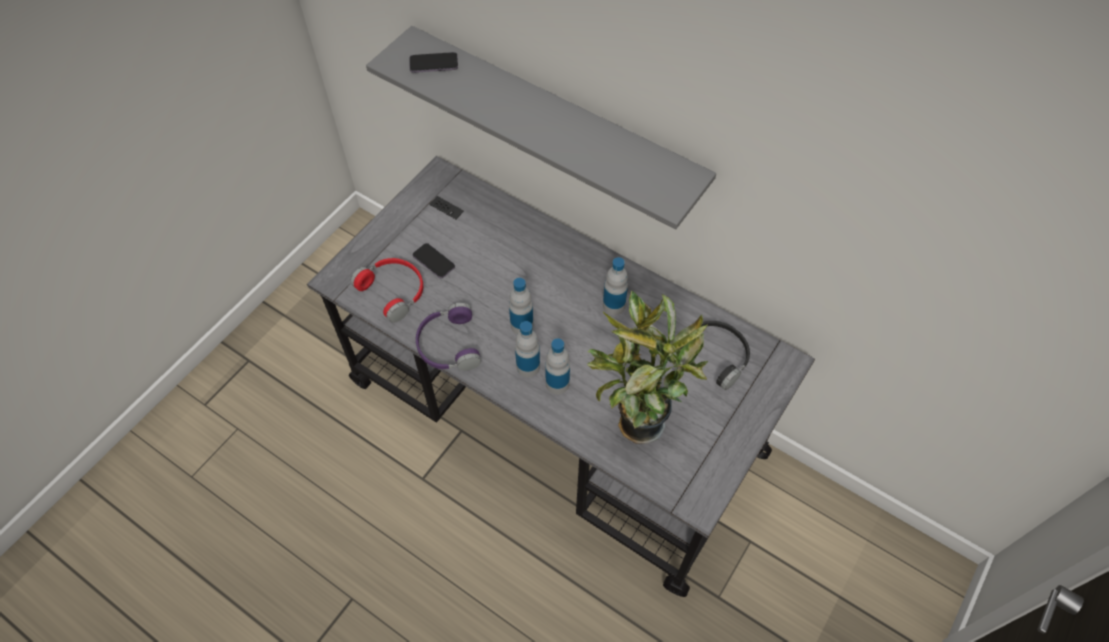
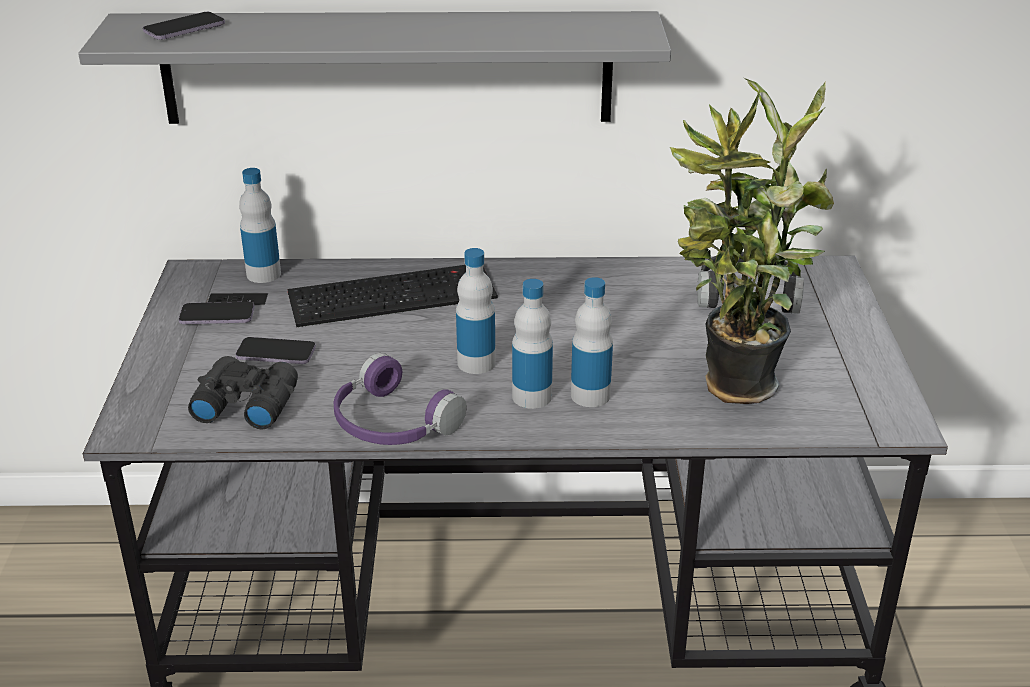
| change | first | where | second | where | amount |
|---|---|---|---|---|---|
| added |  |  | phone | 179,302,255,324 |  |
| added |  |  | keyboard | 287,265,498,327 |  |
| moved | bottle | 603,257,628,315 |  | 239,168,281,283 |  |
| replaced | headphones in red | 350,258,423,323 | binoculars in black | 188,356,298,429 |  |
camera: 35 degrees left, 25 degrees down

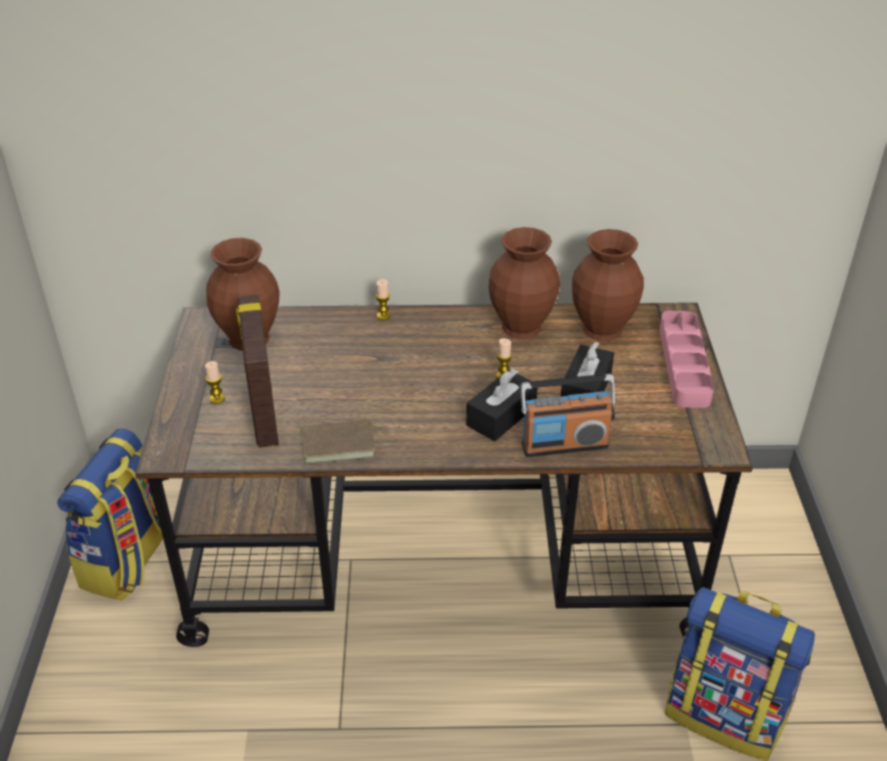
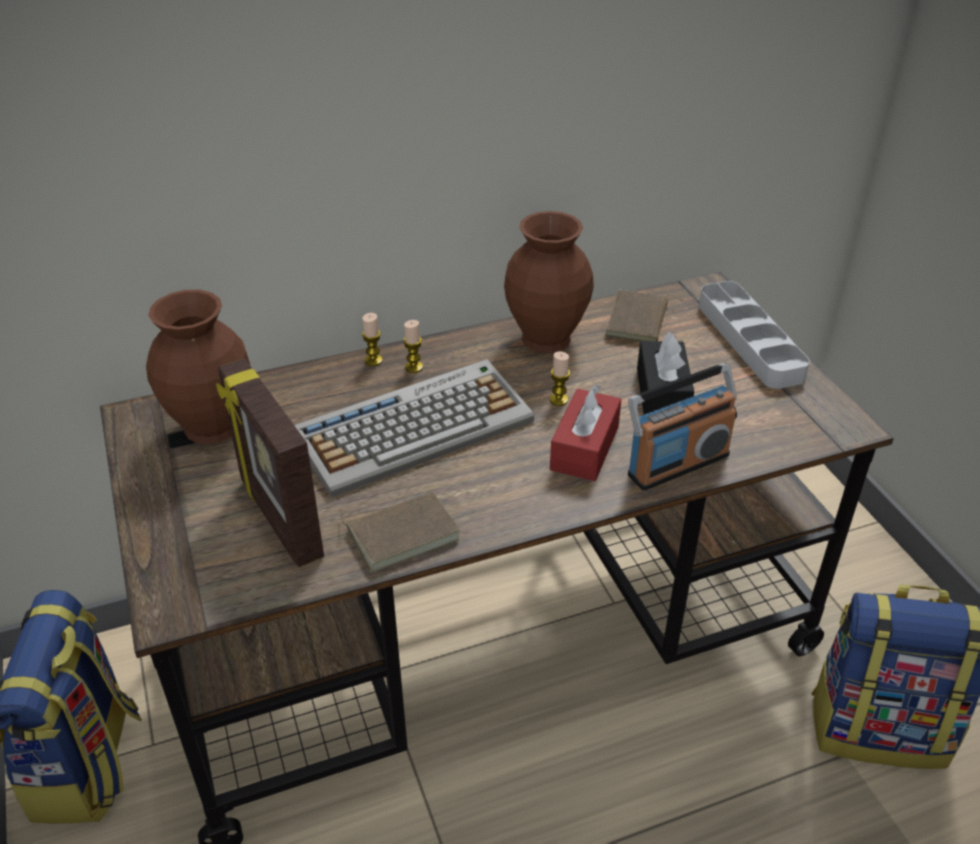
| change | first | where | second | where | amount |
|---|---|---|---|---|---|
| added |  |  | keyboard | 294,359,534,498 |  |
| moved | candle | 205,361,225,404 |  | 403,320,423,373 |  |
| replaced | vase in brown | 572,229,644,341 | book in brown | 605,290,684,342 |  |
| recoloured | tissue box in black | 466,369,538,441 | tissue box in red | 550,384,621,481 |  |
| recoloured | tray in pink | 659,311,714,408 | tray in grey | 699,281,810,389 |  |
camera: 20 degrees left, 0 degrees up

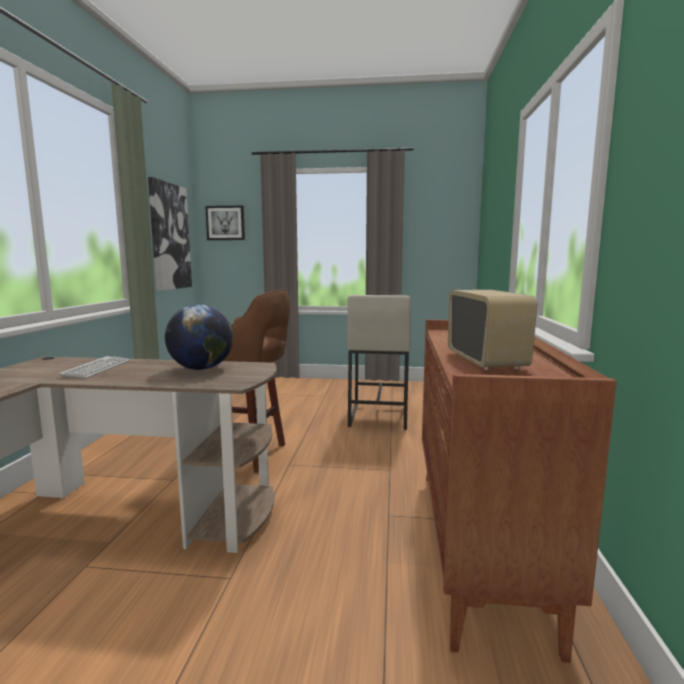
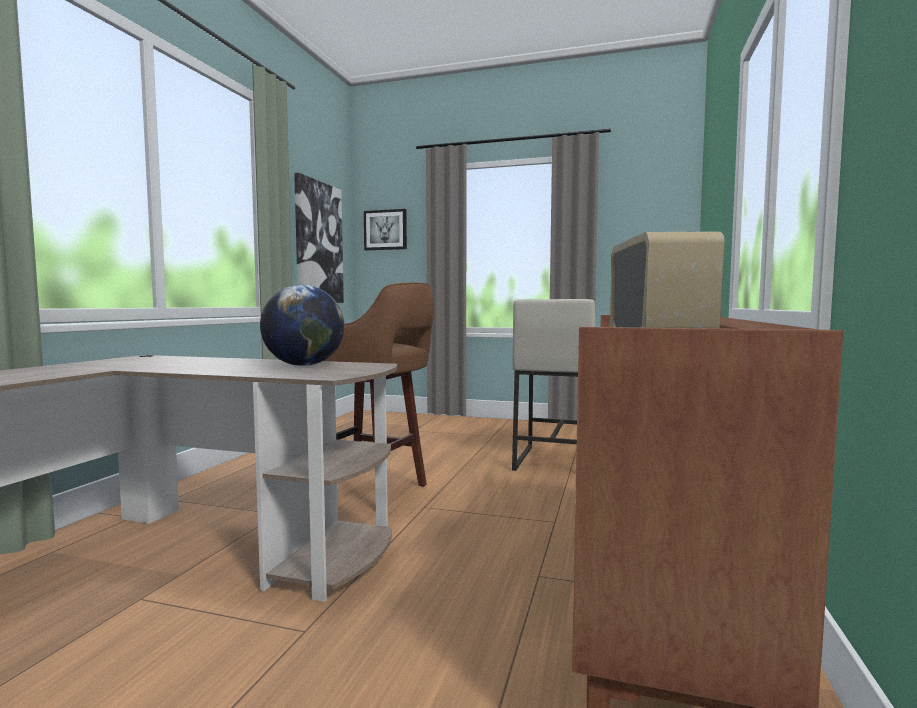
| change | first | where | second | where | amount |
|---|---|---|---|---|---|
| removed | keyboard | 59,356,130,378 |  |  |  |
camera: 10 degrees right, 5 degrees down

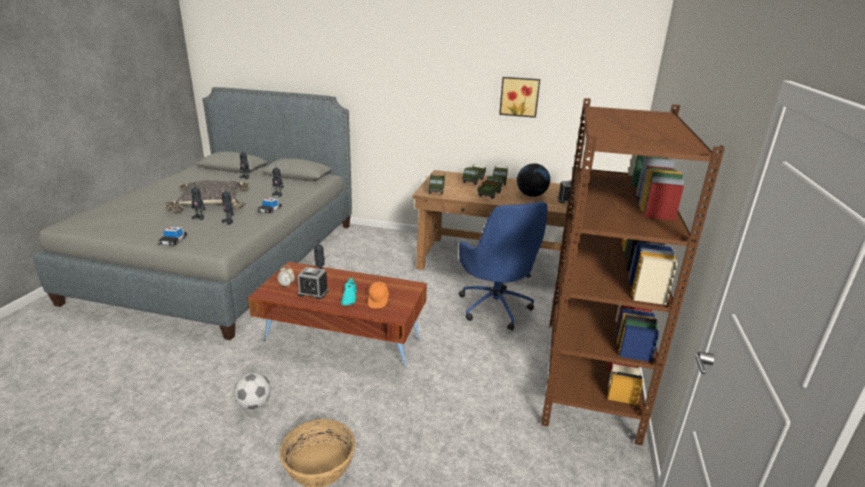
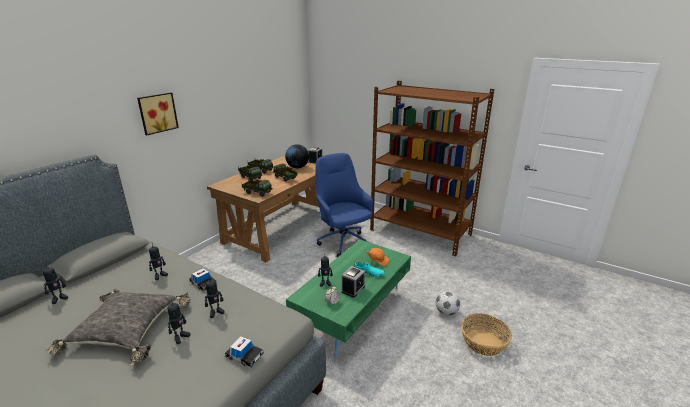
| change | first | where | second | where | amount |
|---|---|---|---|---|---|
| moved | football | 234,373,271,409 |  | 436,291,460,316 |  |
| moved | picture | 499,77,540,118 |  | 137,92,179,136 |  |
| recoloured | coffee table in brown | 248,262,427,369 | coffee table in green | 286,240,411,364 |  |
| turned | office chair in blue | 459,202,547,331 |  | 315,153,373,257 | 120 degrees counterclockwise |
camera: 70 degrees left, 0 degrees up

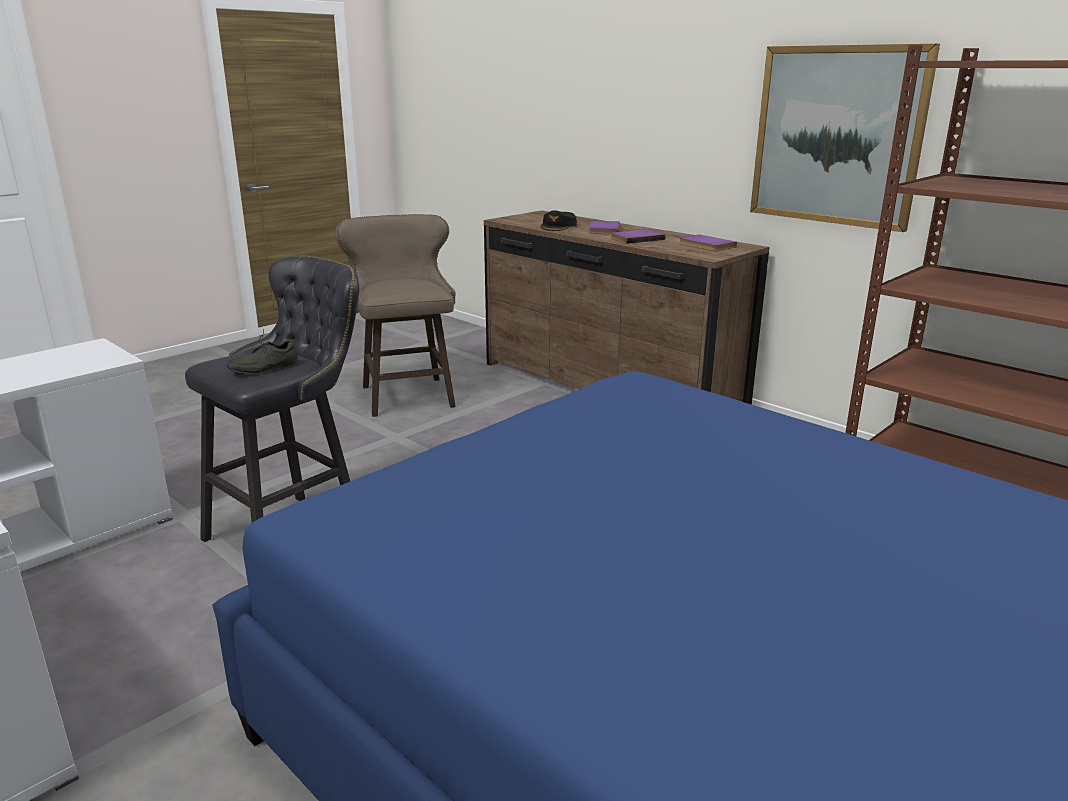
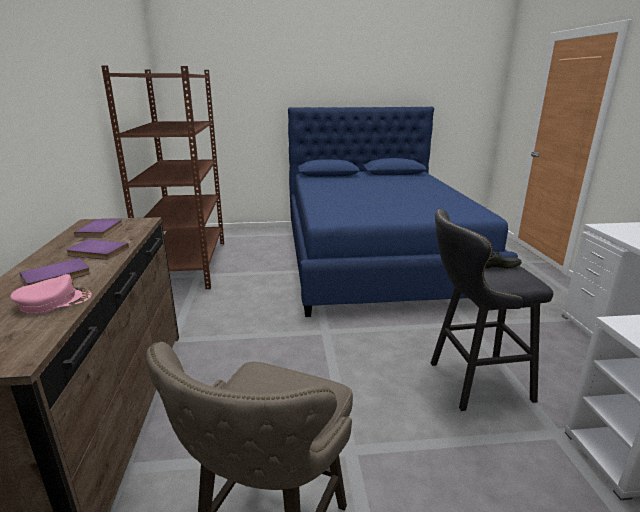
| change | first | where | second | where | amount |
|---|---|---|---|---|---|
| removed | picture | 750,44,940,232 |  |  |  |
| recoloured | cap in black | 541,210,577,231 | cap in pink | 10,274,92,314 |  |
camera: 140 degrees left, 0 degrees up

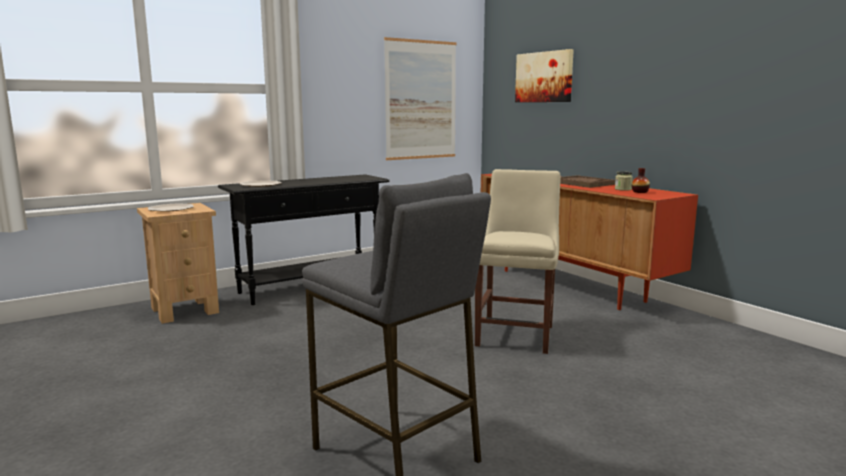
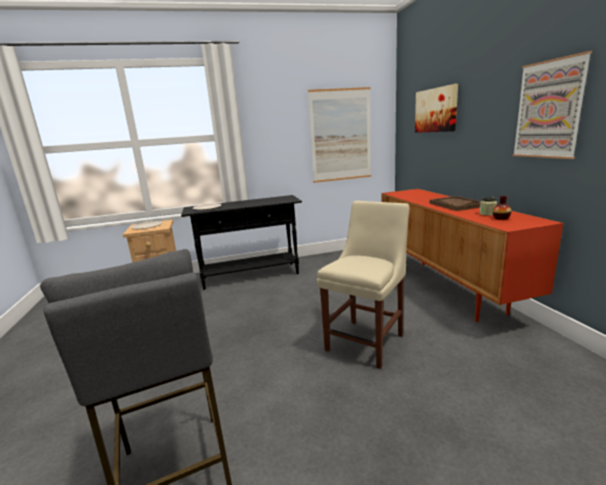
| change | first | where | second | where | amount |
|---|---|---|---|---|---|
| added |  |  | picture | 512,51,592,159 |  |
camera: 20 degrees right, 5 degrees up

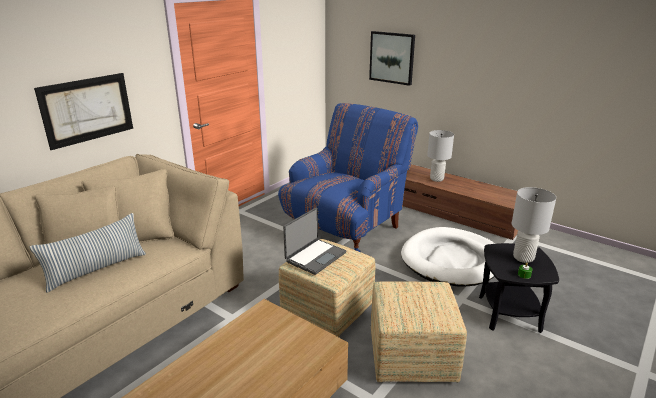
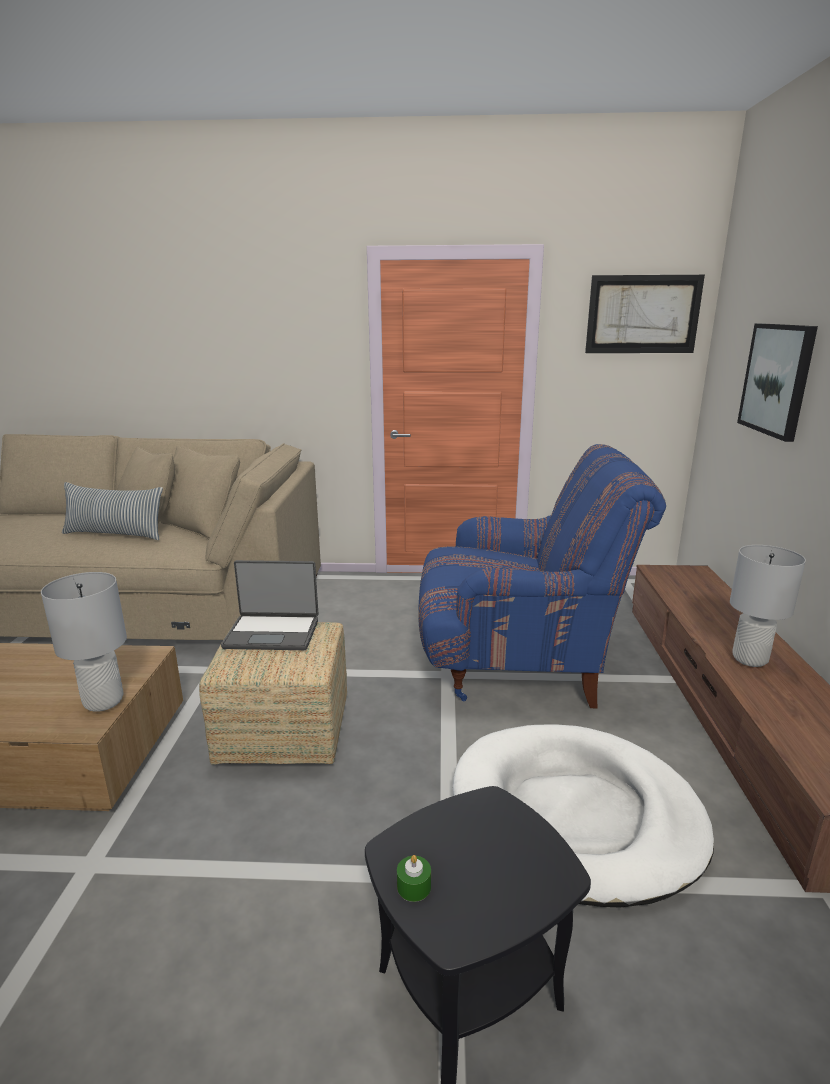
| change | first | where | second | where | amount |
|---|---|---|---|---|---|
| removed | ottoman | 371,282,467,383 |  |  |  |
| moved | picture | 34,73,133,150 |  | 585,275,705,353 |  |
| moved | table lamp in grey | 512,187,556,263 |  | 41,572,127,712 |  |
camera: 55 degrees right, 5 degrees down

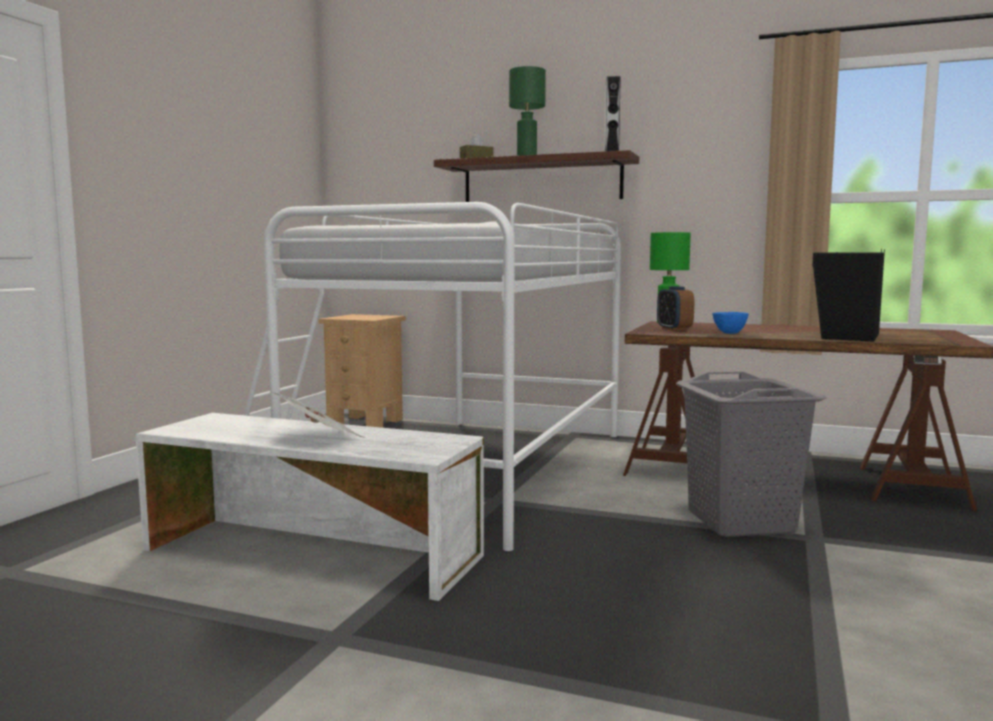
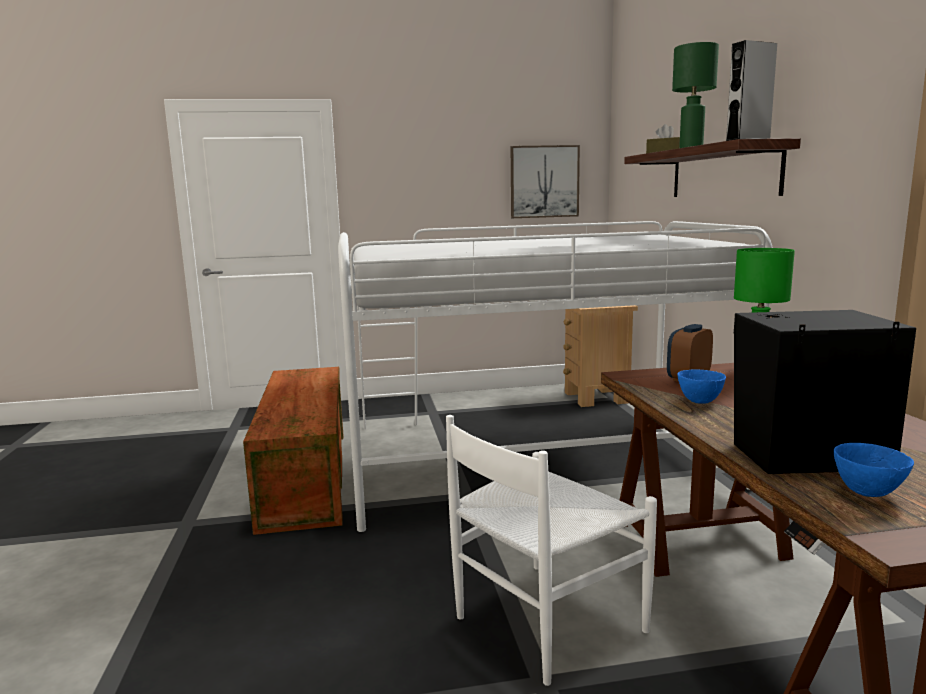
| change | first | where | second | where | amount |
|---|---|---|---|---|---|
| removed | newspaper | 271,392,367,438 |  |  |  |
| added |  |  | picture | 511,145,580,218 |  |
| added |  |  | bowl in blue | 834,443,914,497 |  |
| replaced | laundry basket in grey | 676,372,827,537 | chair in white | 446,415,657,686 |  |
| recoloured | bench in white | 135,413,484,601 | bench in brown | 243,367,343,535 |  |
camera: 60 degrees right, 5 degrees up

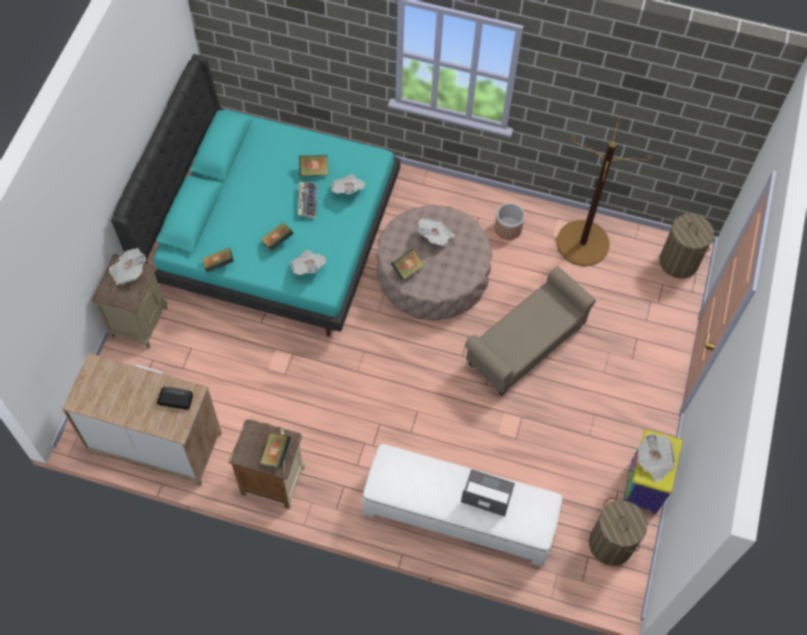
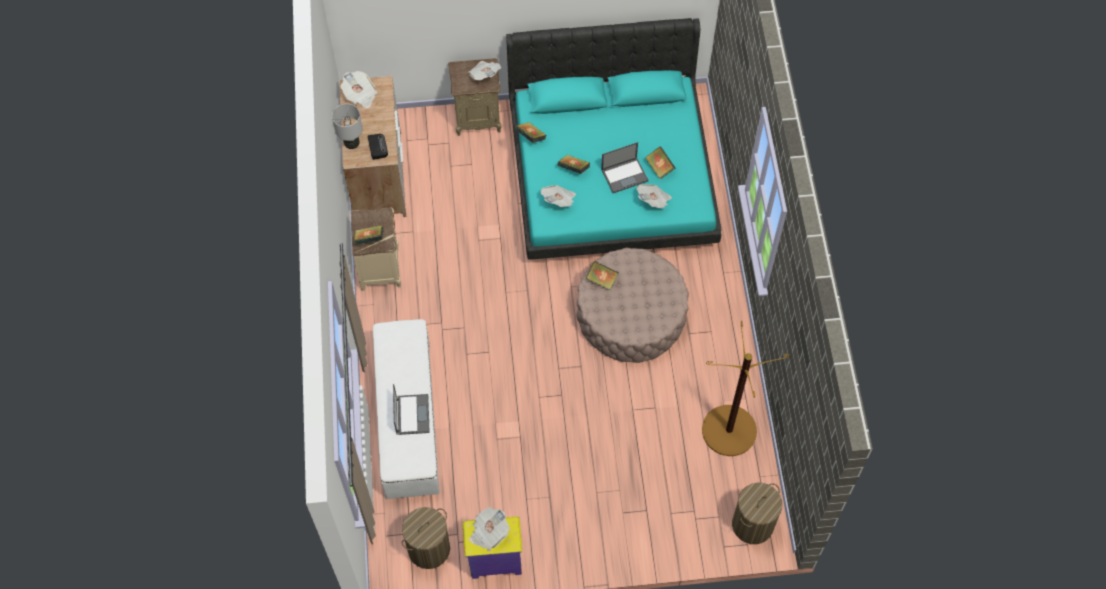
| change | first | where | second | where | amount |
|---|---|---|---|---|---|
| removed | ottoman in beige | 465,266,596,395 |  |  |  |
| removed | planter | 495,203,525,240 |  |  |  |
| added |  |  | table lamp in grey | 332,104,363,149 |  |
| moved | newspaper | 418,218,455,246 |  | 341,71,378,108 |  |
| replaced | keyboard | 298,181,317,219 | laptop | 601,142,649,193 |  |
camera: 70 degrees right, 0 degrees up

